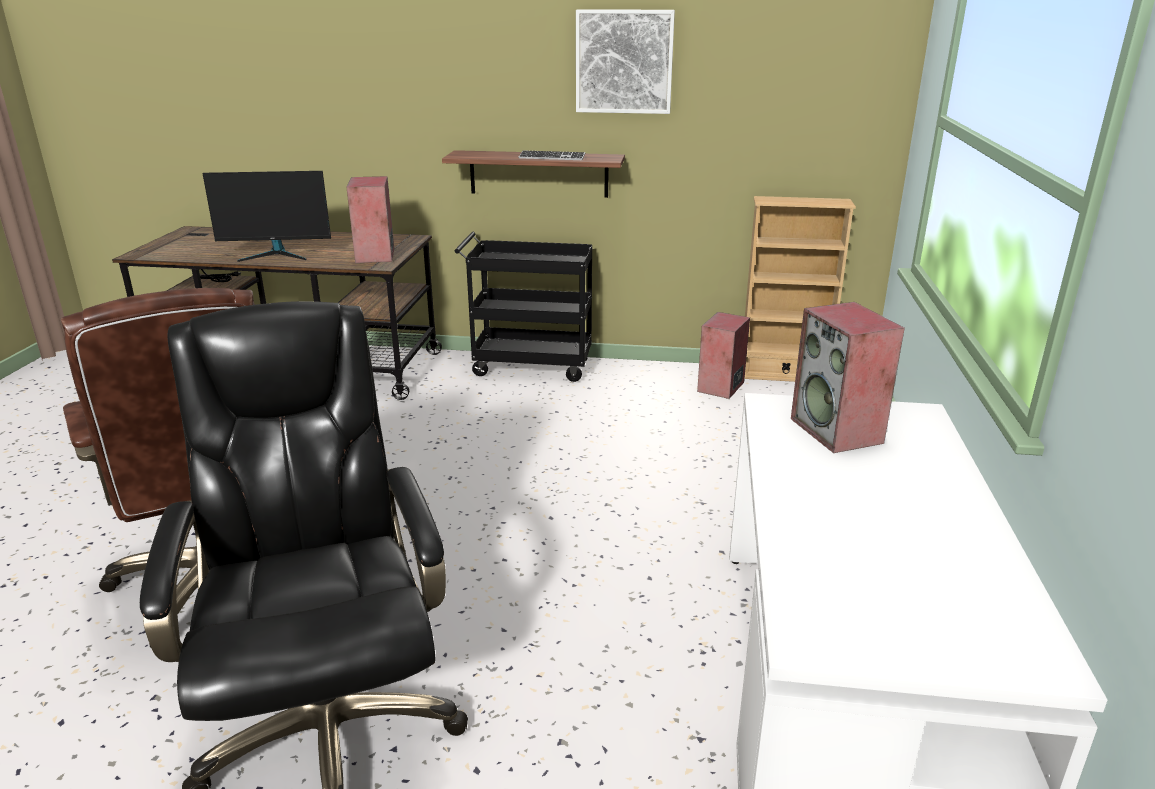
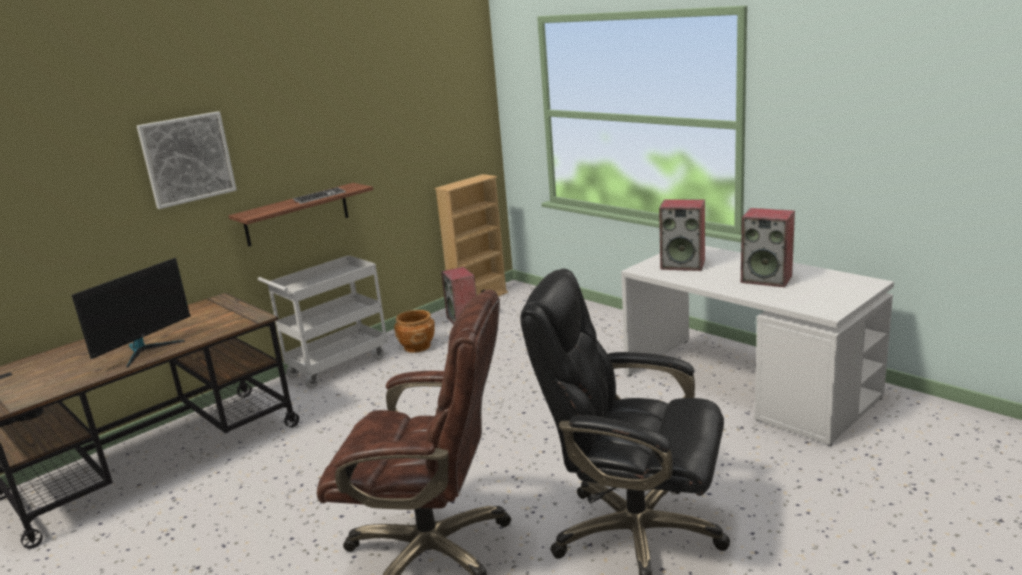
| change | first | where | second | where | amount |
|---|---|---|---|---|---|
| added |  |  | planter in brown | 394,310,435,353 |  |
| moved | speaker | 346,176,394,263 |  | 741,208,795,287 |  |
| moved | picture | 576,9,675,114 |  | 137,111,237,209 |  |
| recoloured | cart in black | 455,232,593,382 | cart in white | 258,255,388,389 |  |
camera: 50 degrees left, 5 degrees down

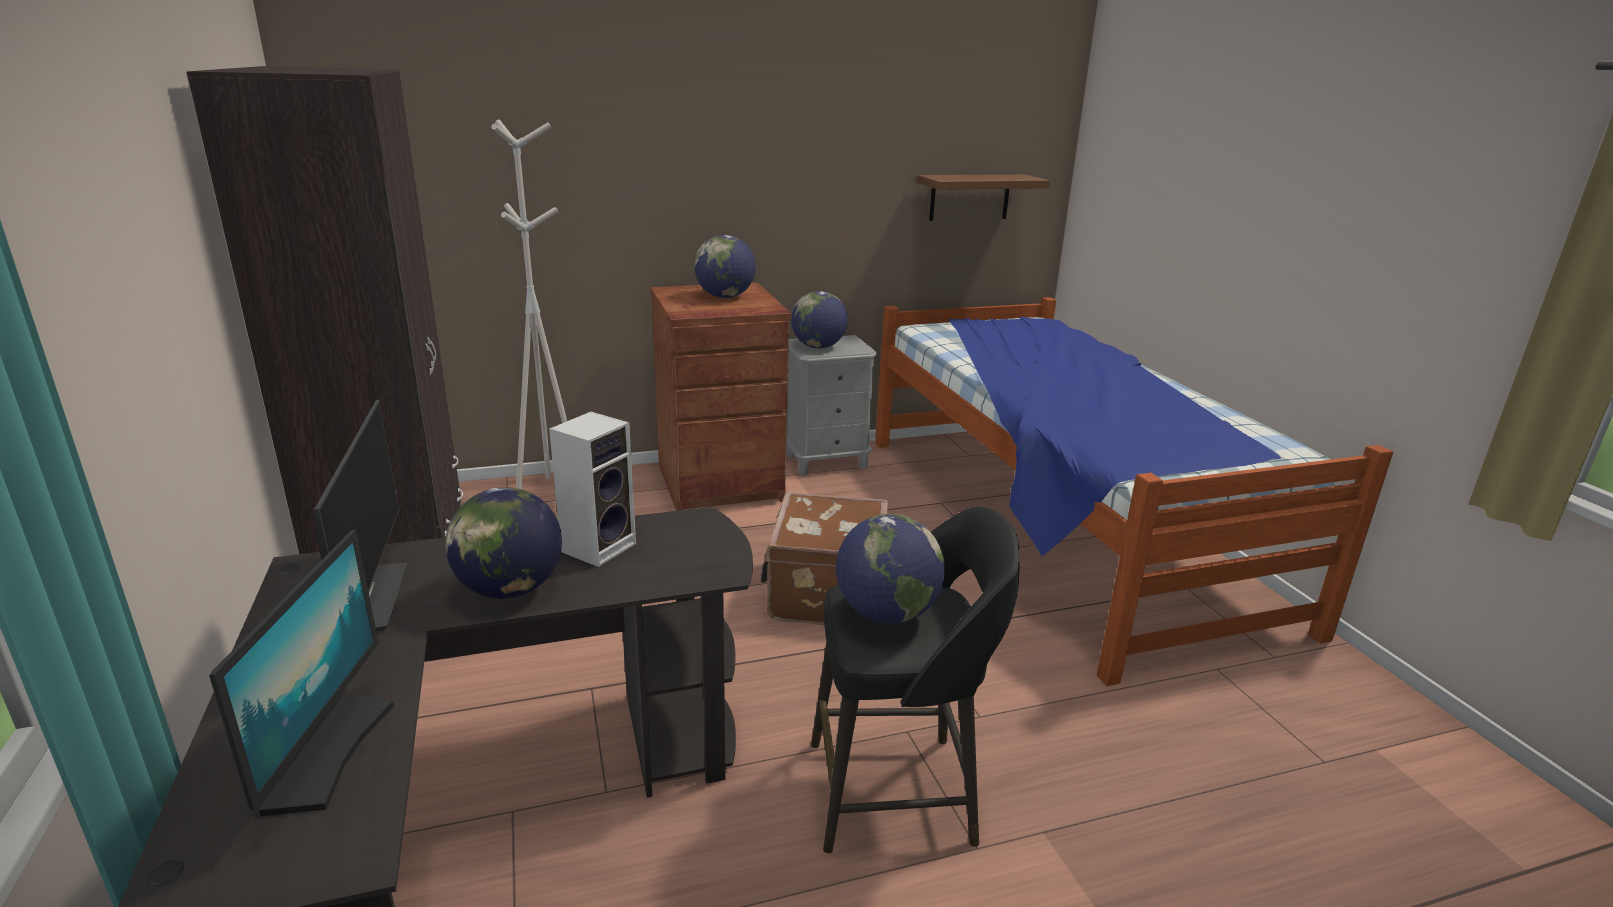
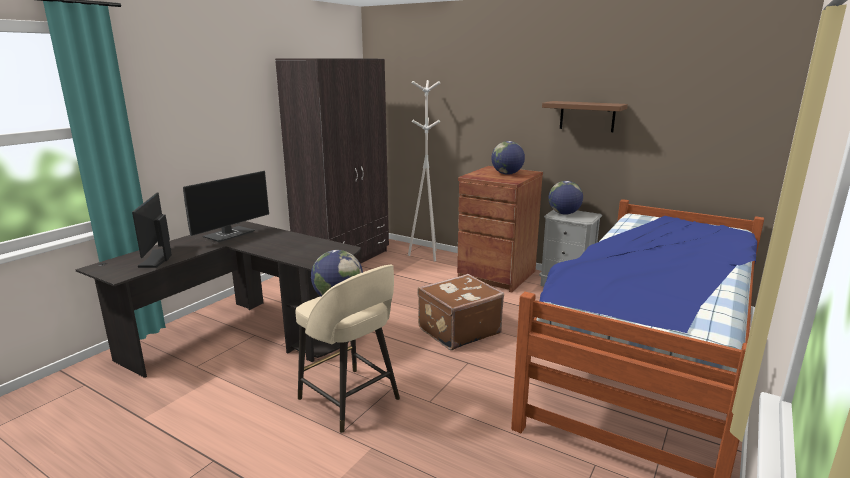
| change | first | where | second | where | amount |
|---|---|---|---|---|---|
| removed | globe | 445,487,562,599 |  |  |  |
| removed | speaker | 549,412,636,567 |  |  |  |
| moved | shelf in brown | 917,174,1050,221 |  | 542,101,628,132 |  |
| recoloured | stool in black | 811,506,1020,853 | stool in beige | 296,265,400,433 |  |
| turned | monitor | 209,530,394,816 |  | 132,192,172,268 | 120 degrees clockwise |
camera: 50 degrees right, 5 degrees down

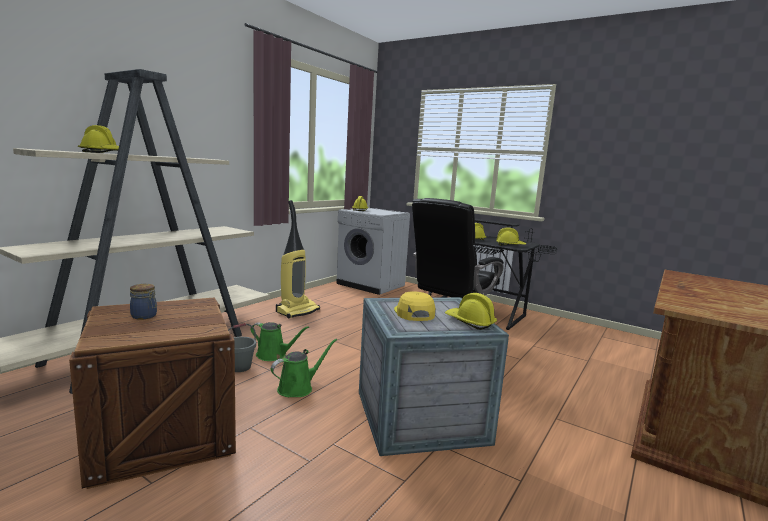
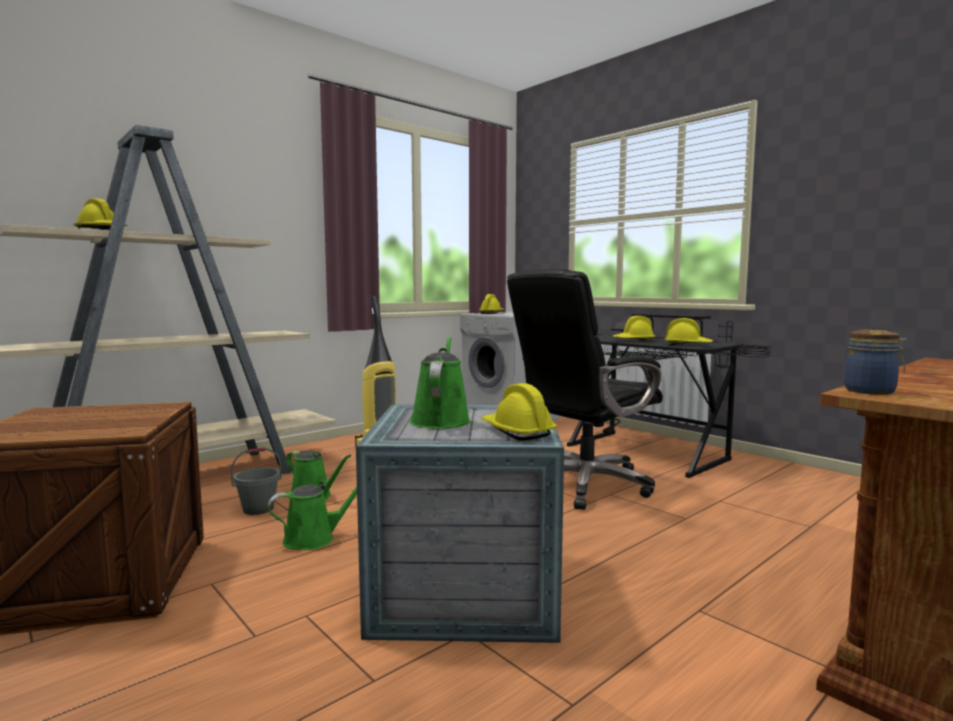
| change | first | where | second | where | amount |
|---|---|---|---|---|---|
| moved | jar | 130,284,157,320 |  | 844,330,907,395 |  |
| replaced | cap in yellow | 394,291,436,321 | watering can in green | 410,337,471,429 |  |
camera: 15 degrees right, 5 degrees down

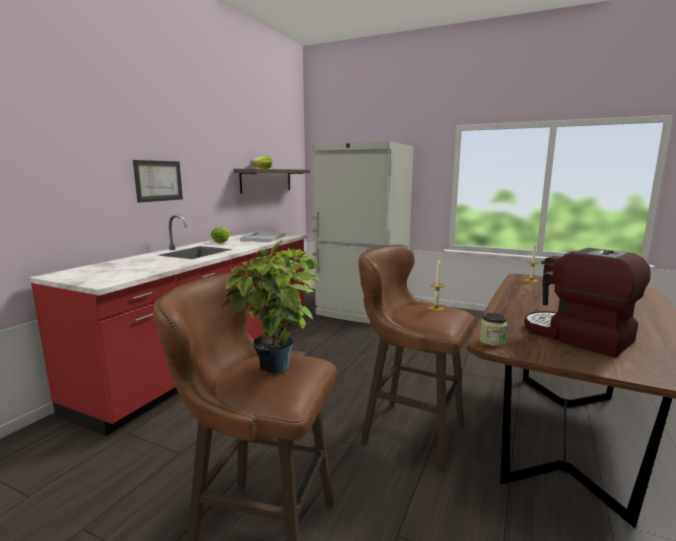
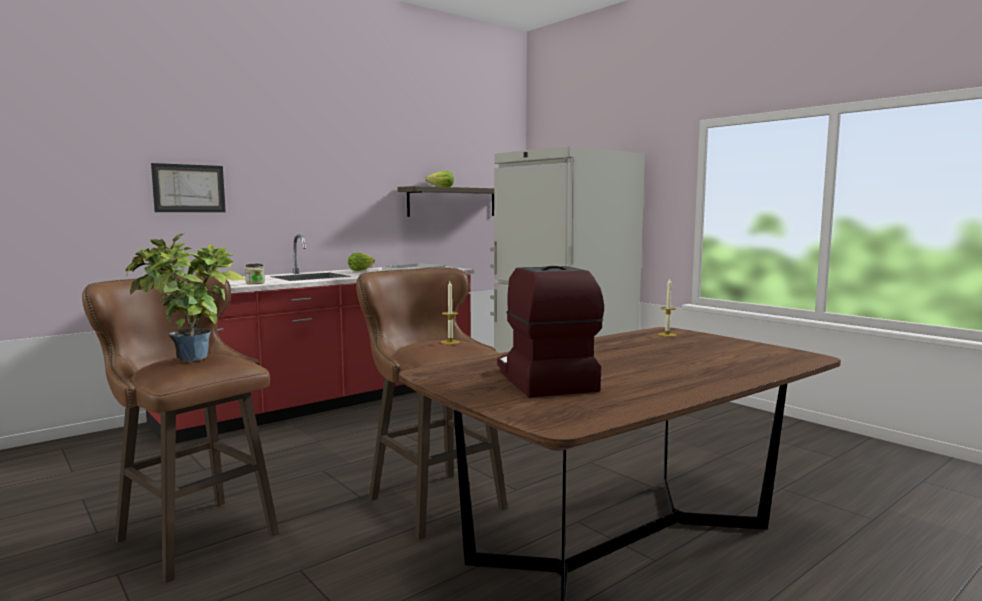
| change | first | where | second | where | amount |
|---|---|---|---|---|---|
| moved | picture | 133,160,183,203 |  | 151,163,226,212 |  |
| moved | jar | 479,313,507,346 |  | 245,264,265,284 |  |
camera: 25 degrees right, 5 degrees down

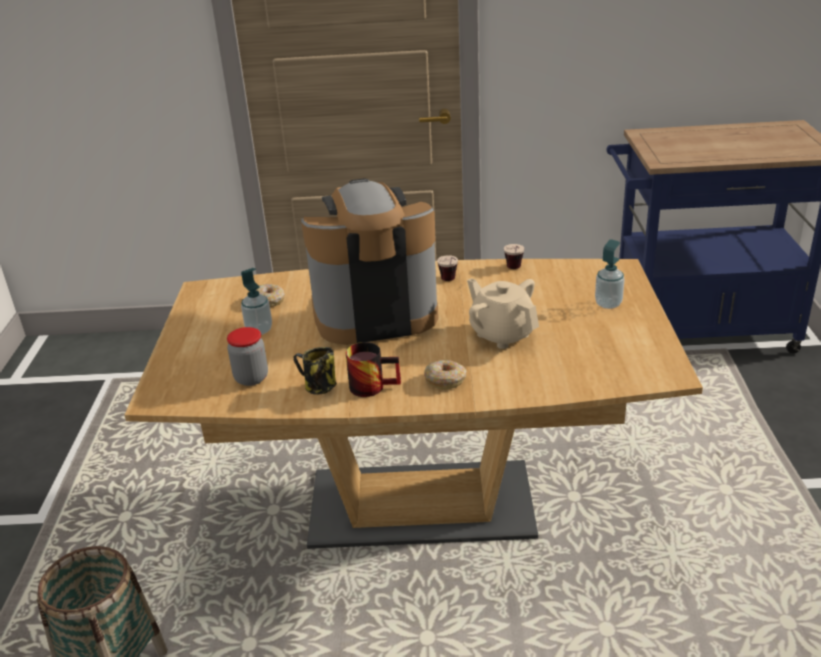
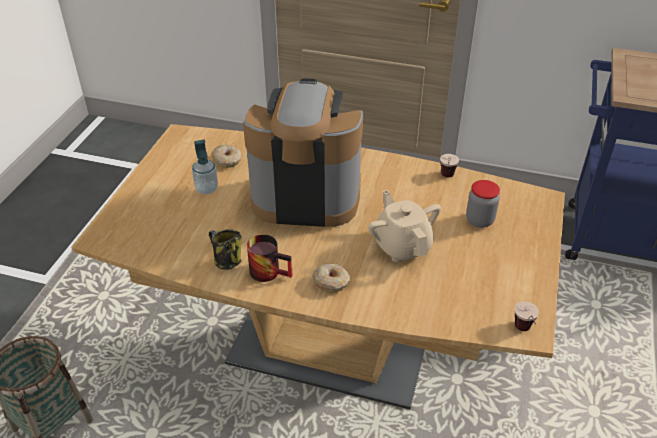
| change | first | where | second | where | amount |
|---|---|---|---|---|---|
| removed | soap dispenser | 595,239,625,309 |  |  |  |
| moved | jar | 227,327,268,386 |  | 466,180,500,228 |  |
| moved | cup | 437,255,458,281 |  | 515,301,539,331 |  |
camera: 15 degrees right, 10 degrees up

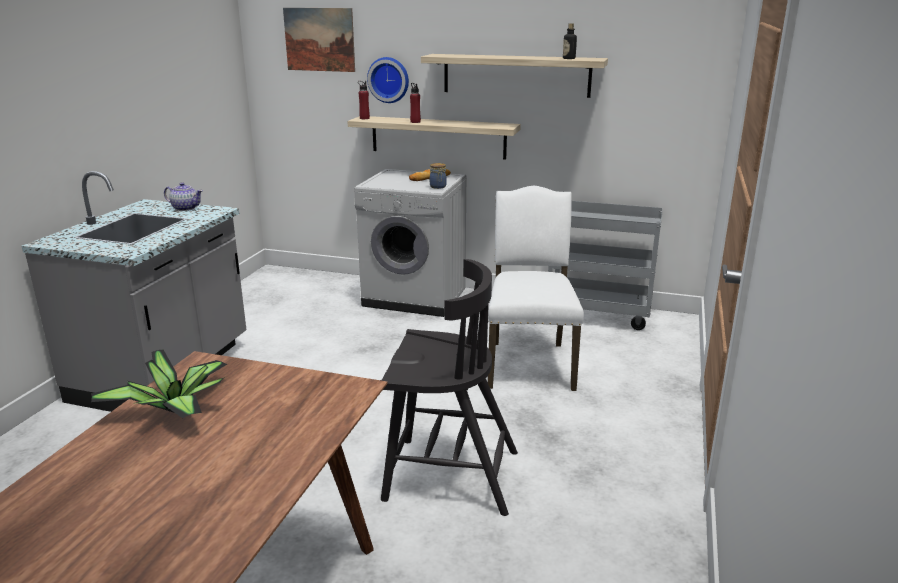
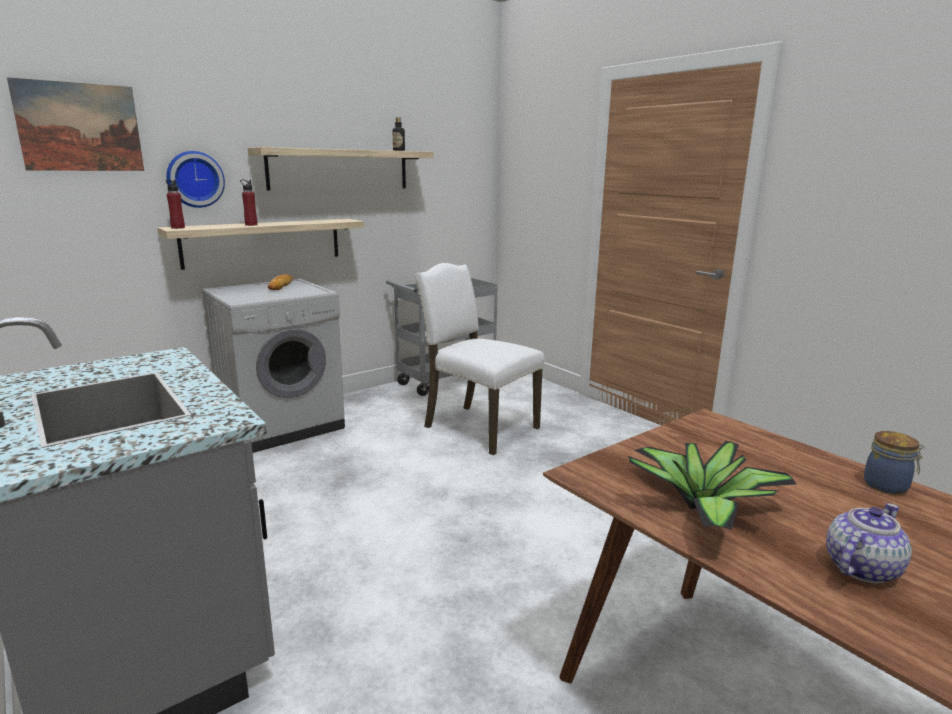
| change | first | where | second | where | amount |
|---|---|---|---|---|---|
| removed | chair in black | 381,259,518,516 |  |  |  |
| moved | teapot | 164,182,203,211 |  | 826,503,912,583 |  |
| moved | jar | 430,163,447,189 |  | 864,431,925,495 |  |
camera: 55 degrees left, 5 degrees down

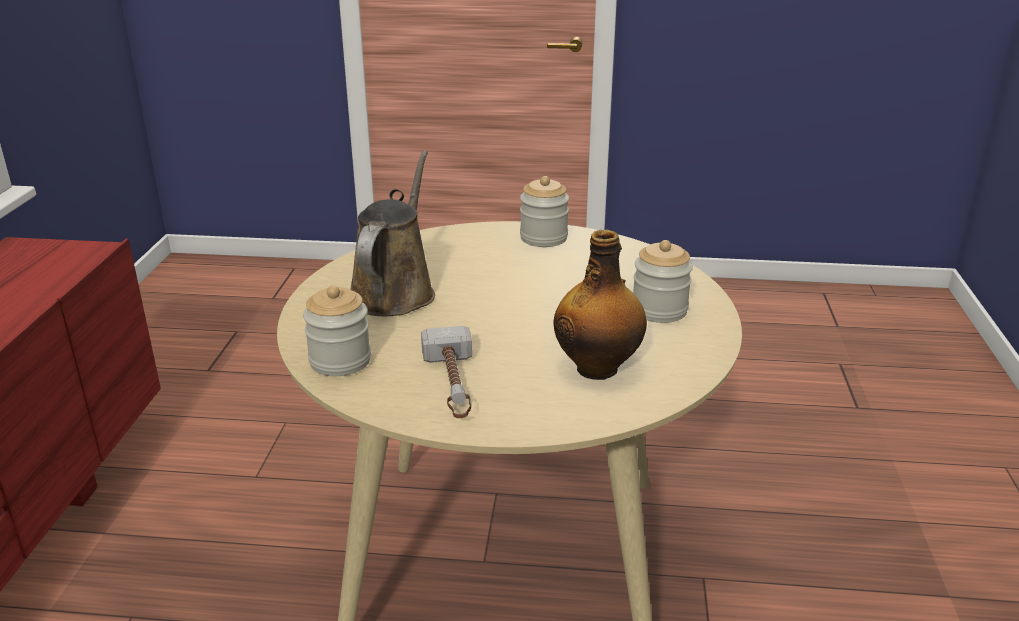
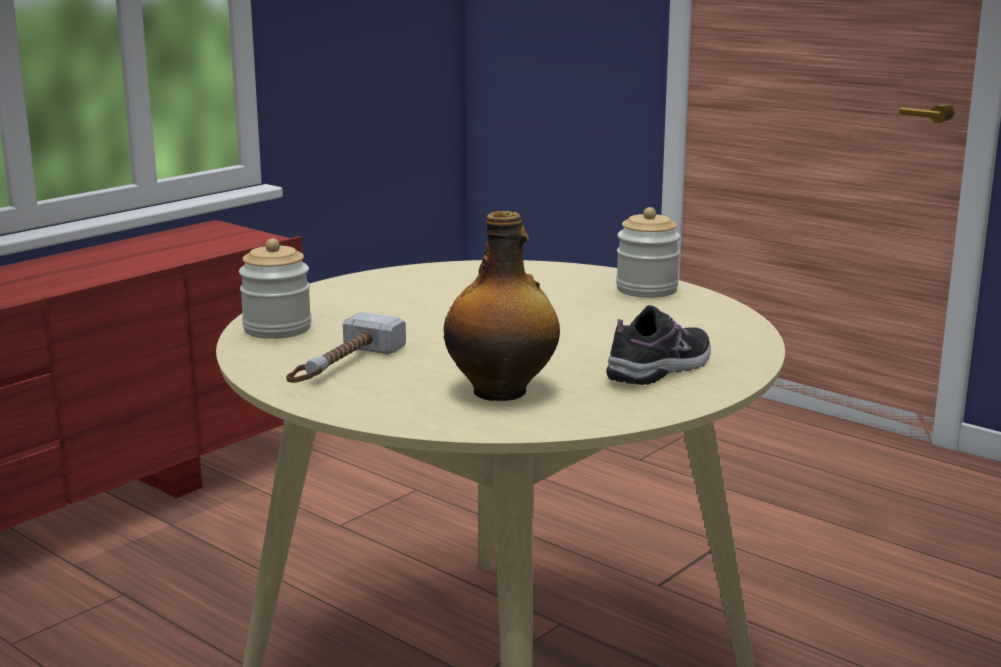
| change | first | where | second | where | amount |
|---|---|---|---|---|---|
| removed | watering can in brown | 350,151,435,316 |  |  |  |
| replaced | jar | 633,240,693,323 | shoe | 606,305,711,385 |  |
camera: 35 degrees right, 10 degrees down

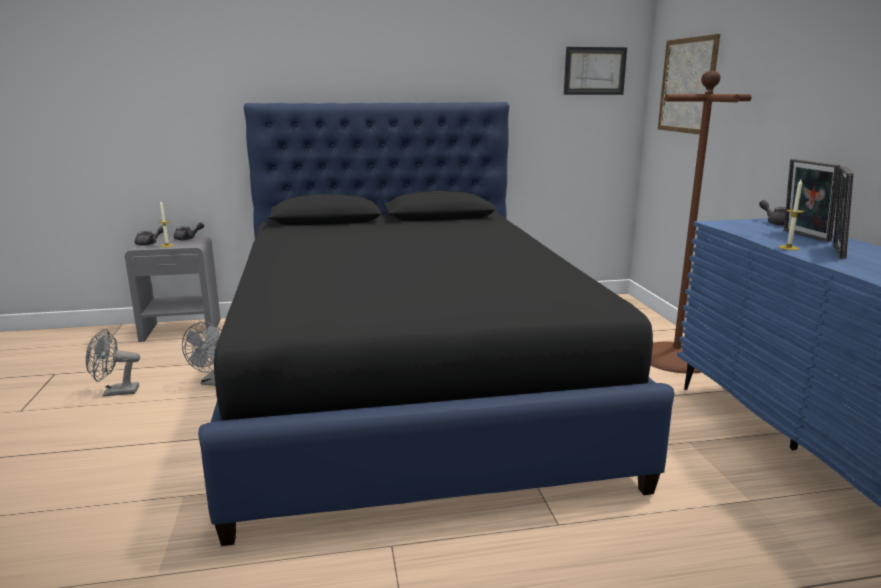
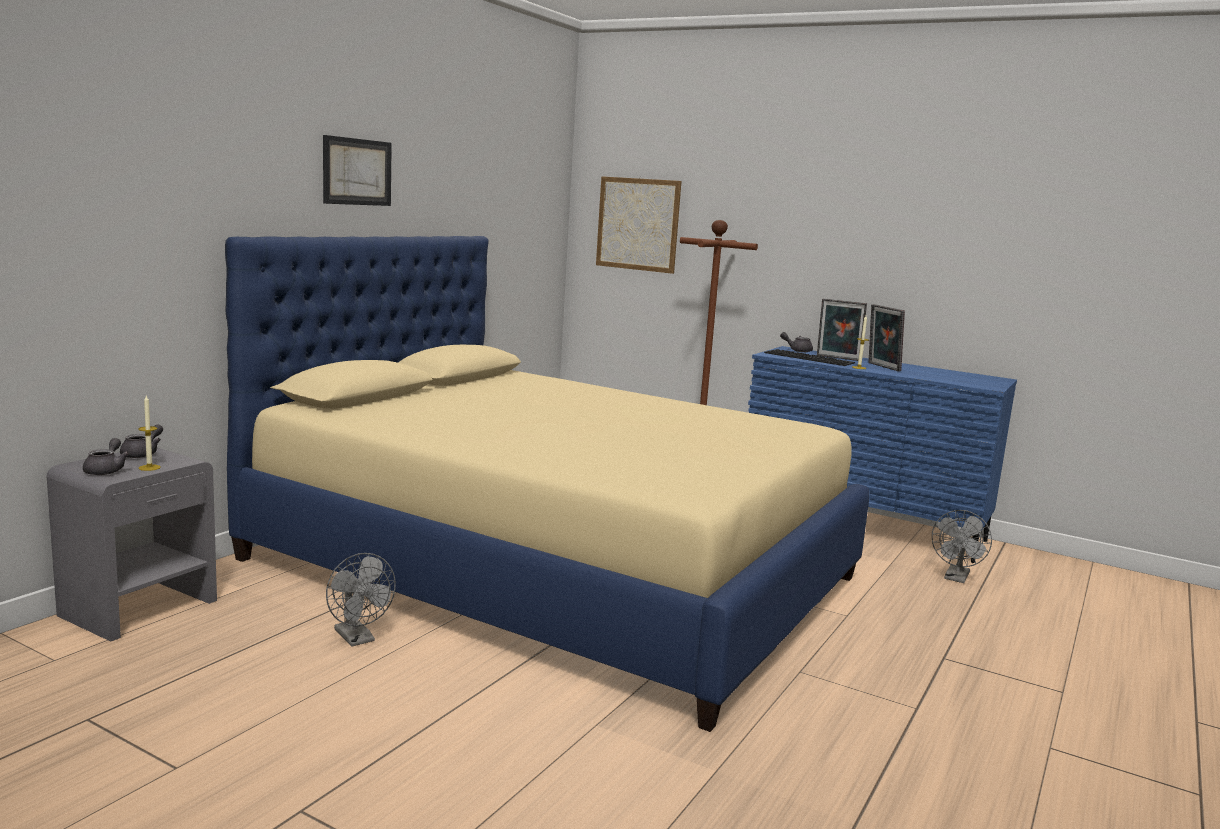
| change | first | where | second | where | amount |
|---|---|---|---|---|---|
| added |  |  | keyboard | 764,349,855,366 |  |
| moved | fan in grey | 85,329,140,397 |  | 932,510,992,583 |  |
| moved | picture | 564,47,627,95 |  | 323,135,392,206 |  |
| recoloured | bed in black | 198,102,675,546 | bed in beige | 225,236,869,732 |  |
camera: 50 degrees left, 5 degrees down

